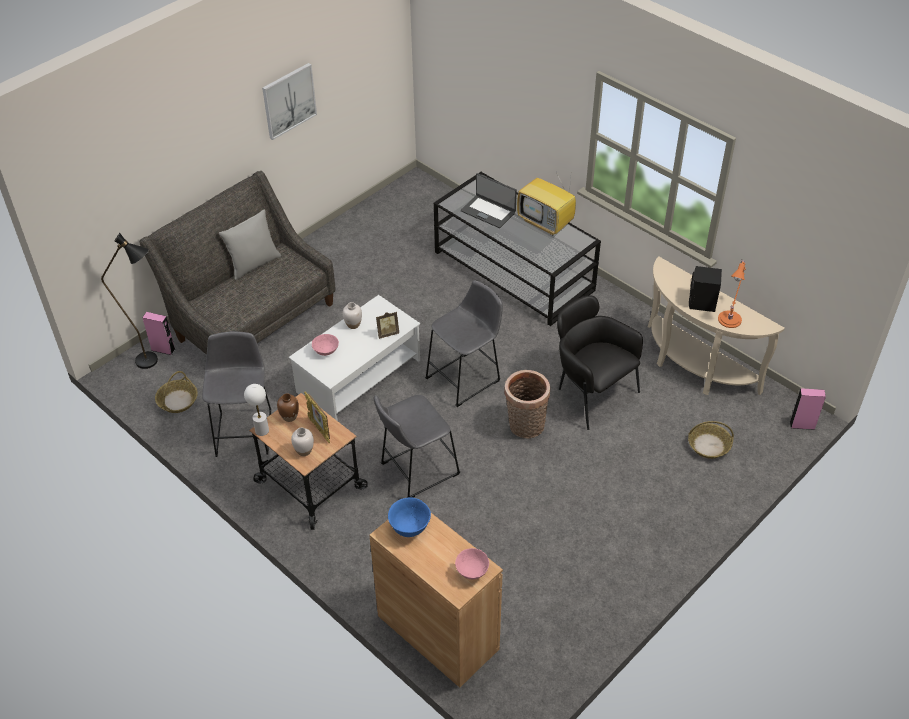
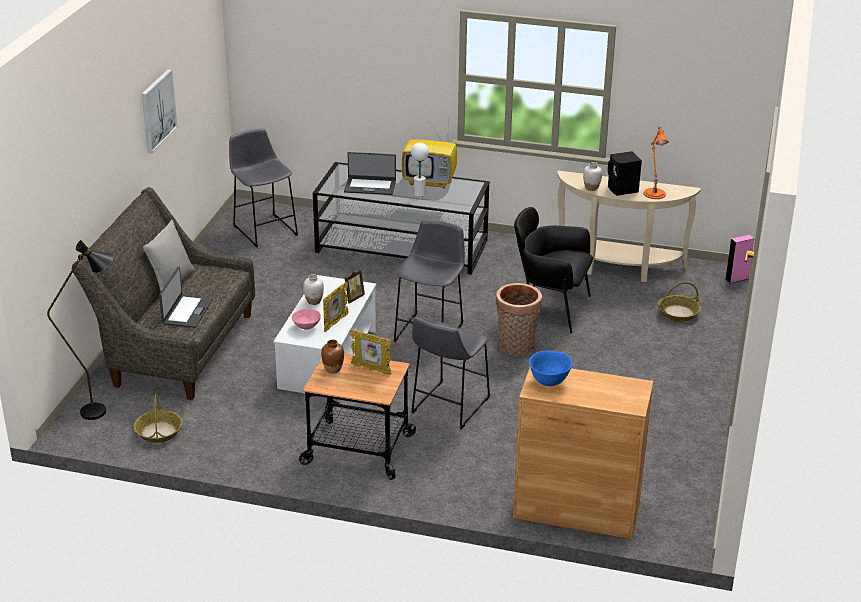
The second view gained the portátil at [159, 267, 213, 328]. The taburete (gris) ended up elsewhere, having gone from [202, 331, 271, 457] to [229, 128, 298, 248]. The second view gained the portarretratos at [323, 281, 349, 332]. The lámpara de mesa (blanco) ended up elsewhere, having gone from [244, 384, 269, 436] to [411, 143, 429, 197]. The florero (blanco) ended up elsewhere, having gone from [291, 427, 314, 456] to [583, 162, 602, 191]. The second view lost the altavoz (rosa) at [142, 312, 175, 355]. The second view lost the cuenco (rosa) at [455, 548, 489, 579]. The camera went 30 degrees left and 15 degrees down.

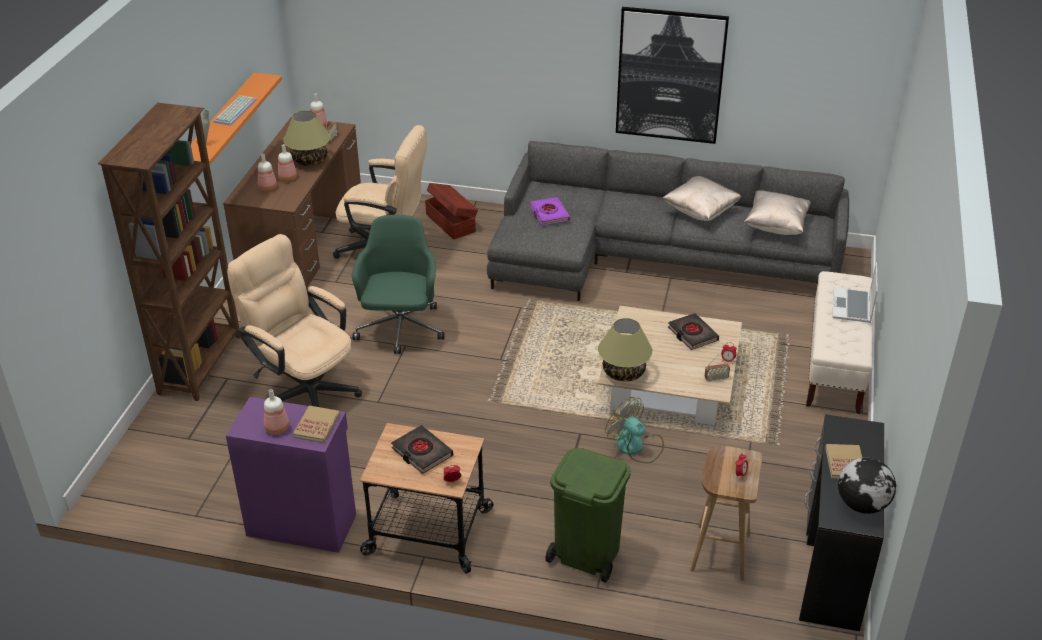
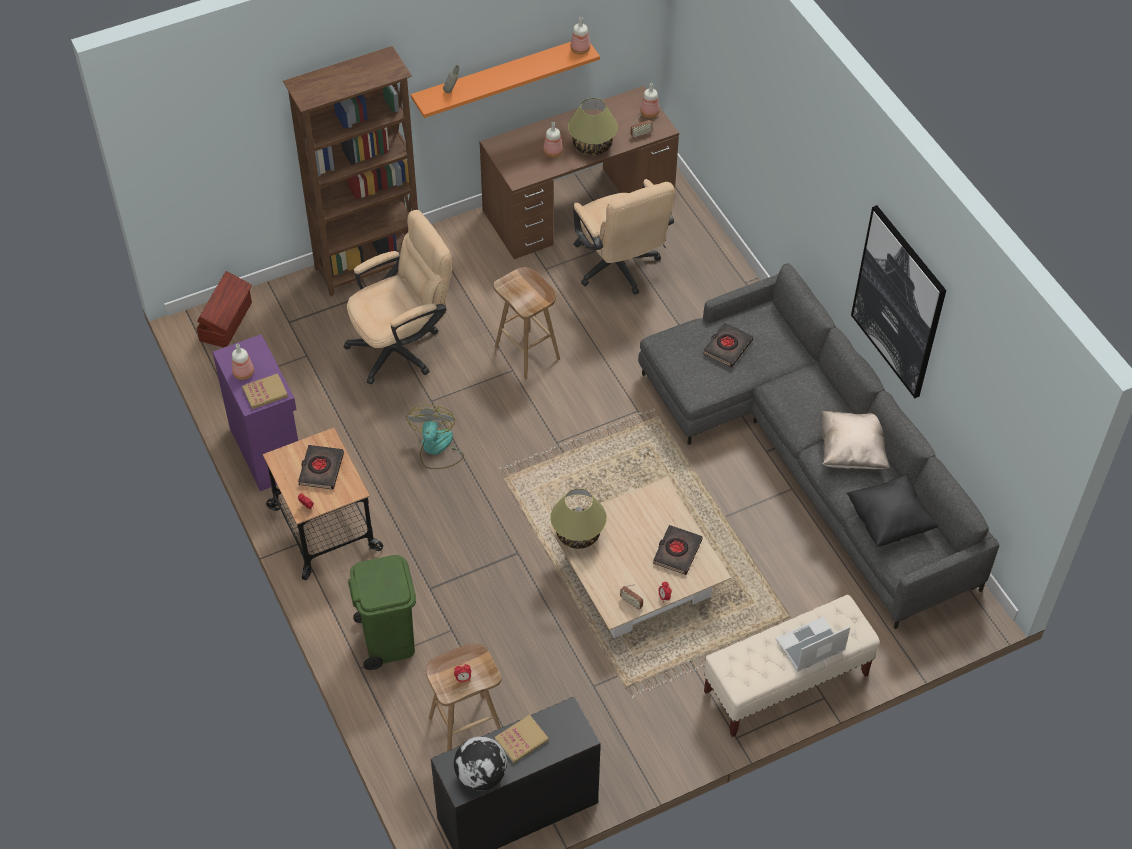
The caja de almacenaje (marrón) ended up elsewhere, having gone from [425, 183, 478, 240] to [197, 271, 252, 347]. The silla de oficina (beis) at [227, 234, 362, 407] ended up facing another way, 60 degrees clockwise from before. The ventilador ended up elsewhere, having gone from [605, 397, 664, 463] to [406, 405, 464, 469]. Where the silla de oficina (verde) stood at [352, 215, 444, 354], the taburete (marrón) came to stand at [493, 267, 560, 379]. The botella ended up elsewhere, having gone from [258, 154, 277, 191] to [570, 17, 590, 54]. What was the libro (morado) at [530, 197, 570, 226] turned into the libro (negro) at [703, 322, 753, 367]. What was the cojín (beis) at [744, 190, 811, 235] turned into the cojín (negro) at [846, 474, 938, 546]. The second view lost the teclado at [213, 95, 257, 126]. The camera went 50 degrees right and 15 degrees up.

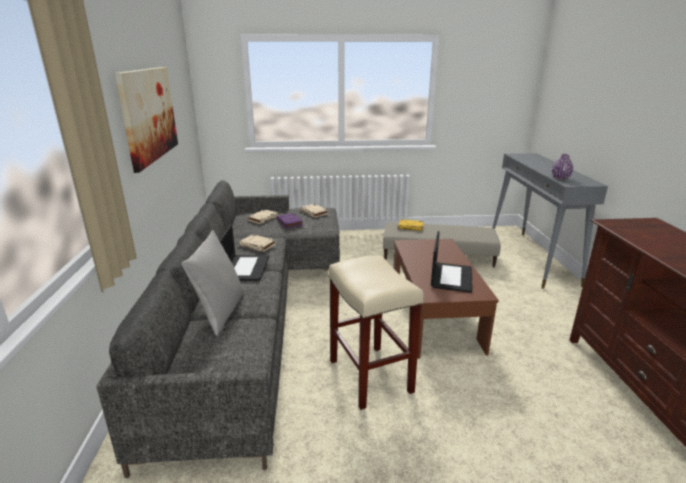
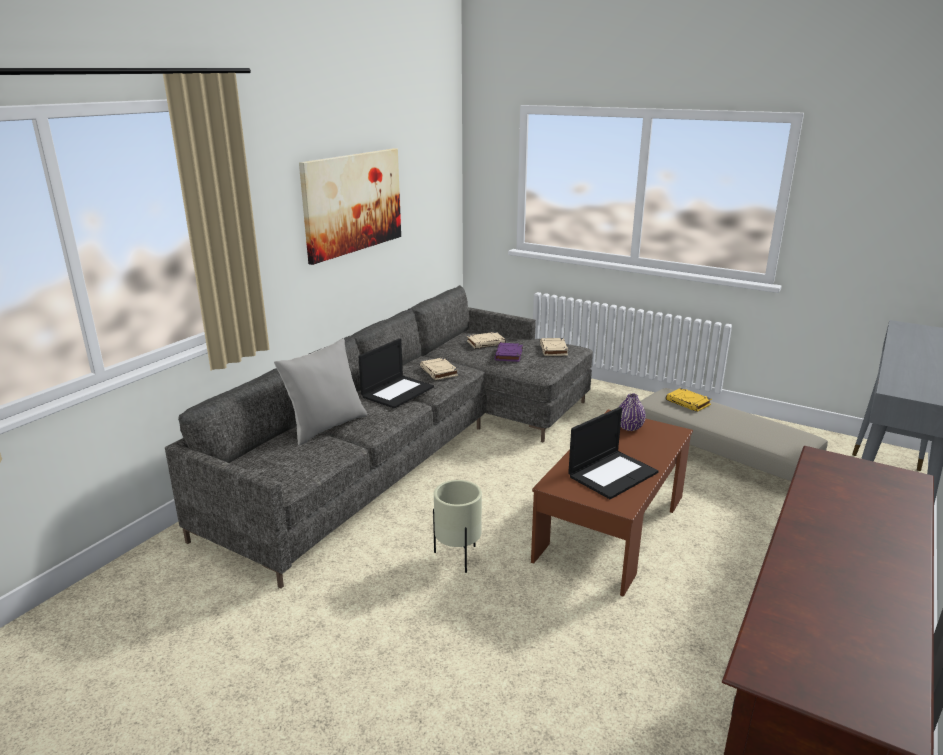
Where the taburete (beis) stood at [328, 255, 423, 410], the maceta (beis) came to stand at [433, 480, 482, 573]. The florero (morado) ended up elsewhere, having gone from [552, 154, 573, 180] to [619, 393, 646, 431]. The camera went 35 degrees right and 0 degrees up.

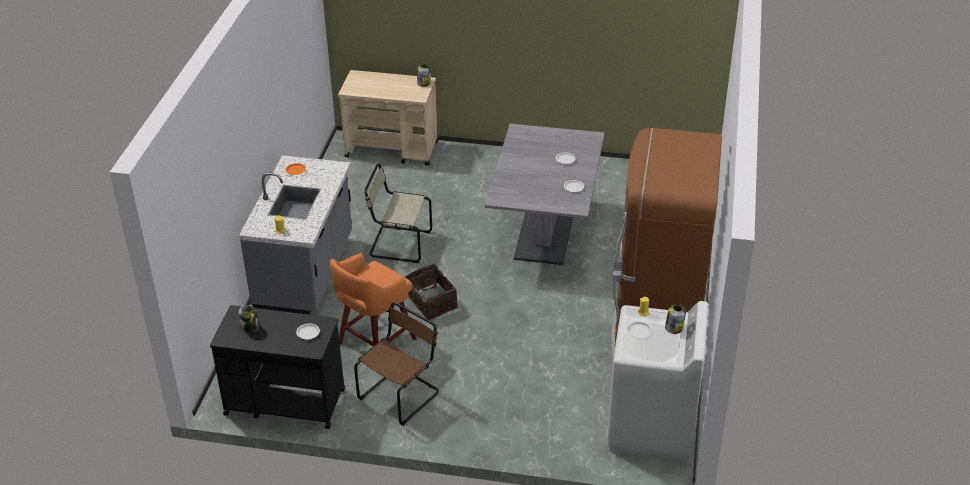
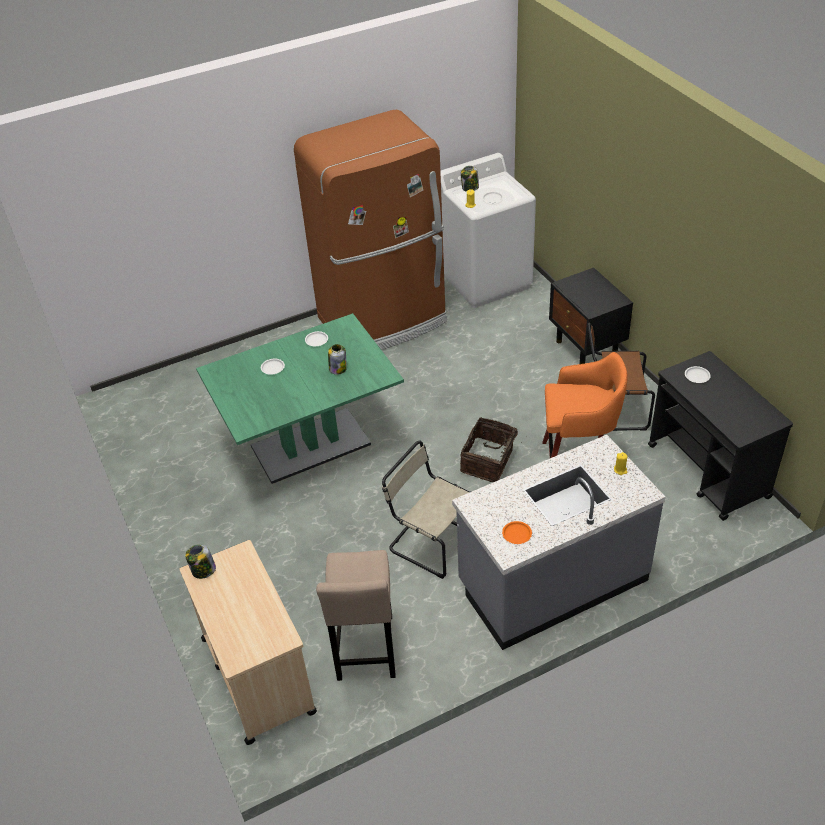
What was the mesa de comedor (gris) at [485, 124, 604, 265] turned into the mesa de comedor (verde) at [196, 313, 404, 484]. The second view gained the taburete (beis) at [316, 550, 396, 681]. The tarro ended up elsewhere, having gone from [238, 305, 259, 333] to [328, 344, 347, 375]. The silla (beis) at [364, 164, 432, 263] ended up facing another way, 150 degrees clockwise from before. The second view gained the mesita de noche (negro) at [549, 267, 633, 364]. The camera went 125 degrees left and 5 degrees up.

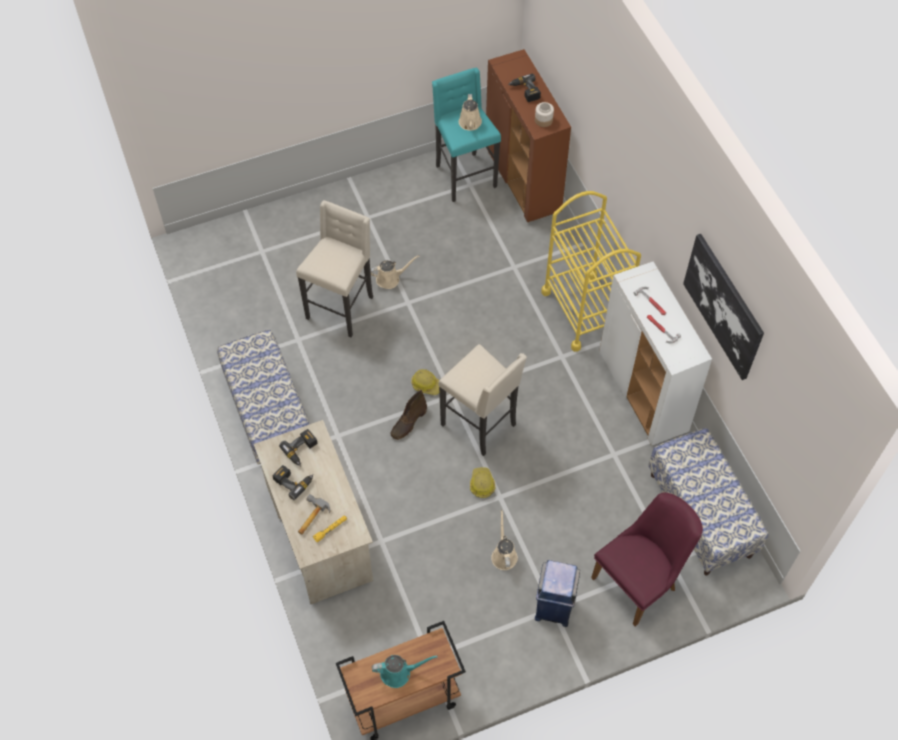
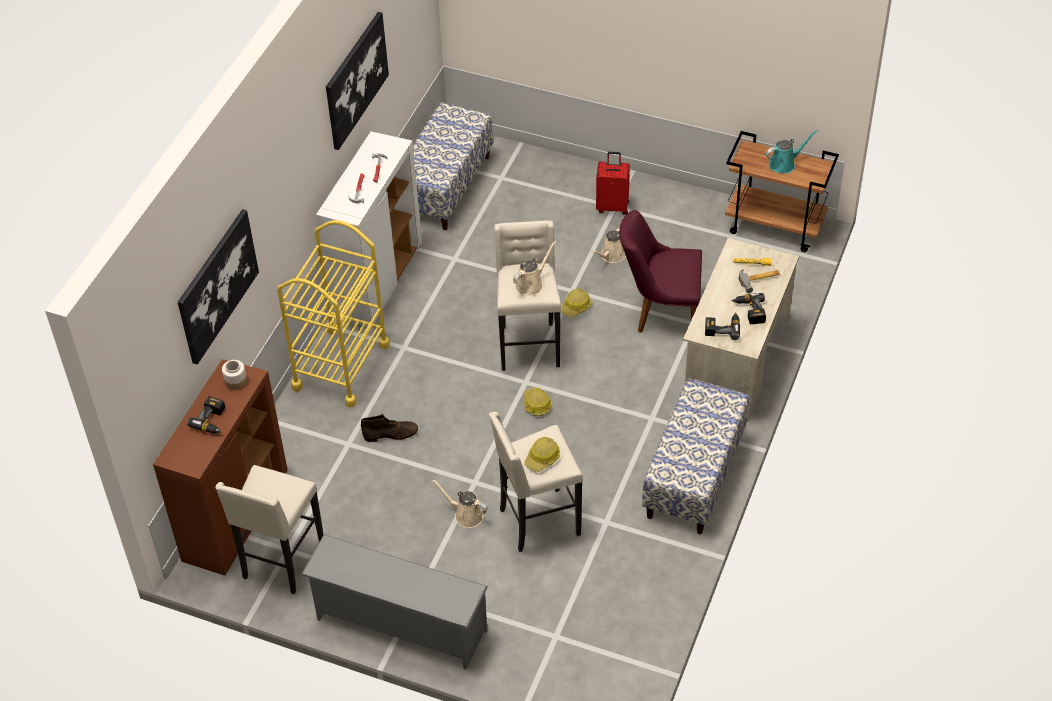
The second view gained the cuadro at [178, 209, 259, 365]. What was the taburete (turquesa) at [432, 68, 501, 202] turned into the taburete (beis) at [215, 465, 324, 595]. The second view gained the zapatero (gris) at [301, 534, 488, 669]. The bota (marrón) ended up elsewhere, having gone from [390, 390, 427, 440] to [361, 414, 418, 442]. The regadera (beis) ended up elsewhere, having gone from [459, 94, 482, 131] to [513, 241, 557, 296]. The second view gained the casco at [525, 437, 560, 472]. Where the papelera (azul) stood at [535, 560, 580, 627], the maleta (rojo) came to stand at [596, 152, 630, 215]. The silla (morado) ended up elsewhere, having gone from [591, 492, 703, 626] to [619, 210, 702, 333]. The regadera (turquesa) at [372, 655, 437, 688] ended up facing another way, 120 degrees clockwise from before. The camera went 135 degrees left and 10 degrees down.

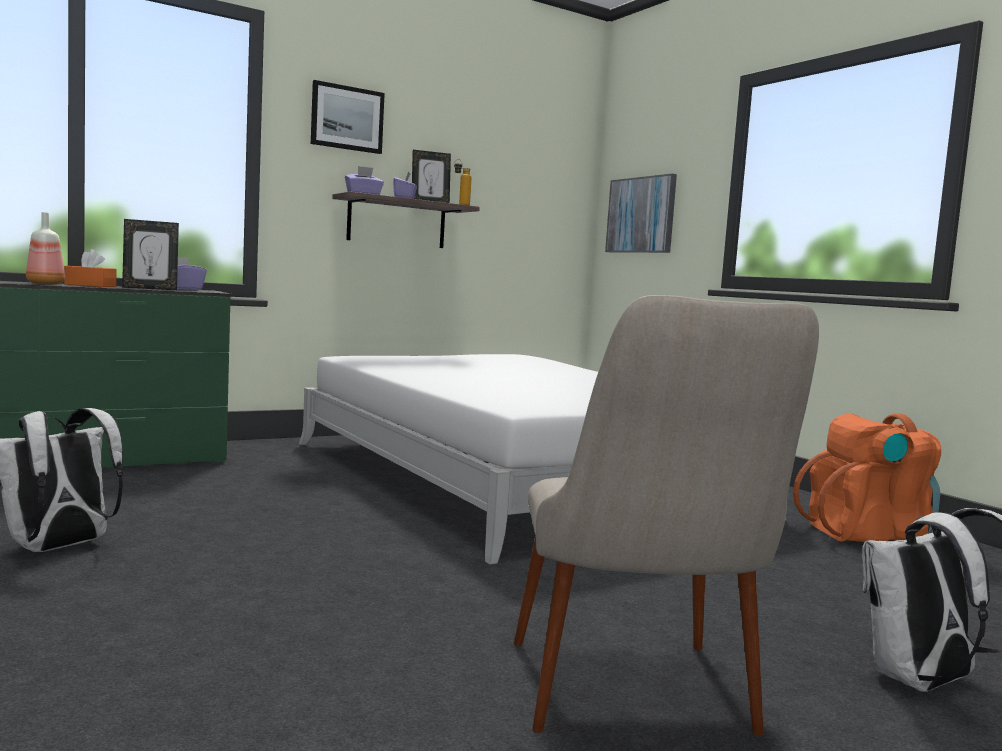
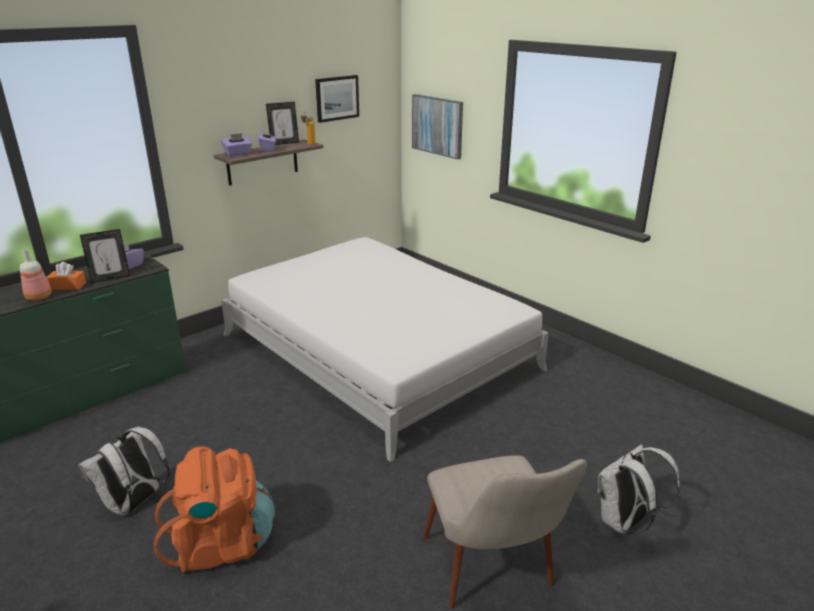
The mochila (naranja) ended up elsewhere, having gone from [793, 413, 941, 542] to [154, 446, 275, 572]. The cuadro ended up elsewhere, having gone from [311, 80, 385, 154] to [315, 75, 359, 123]. The camera went 10 degrees left and 20 degrees up.

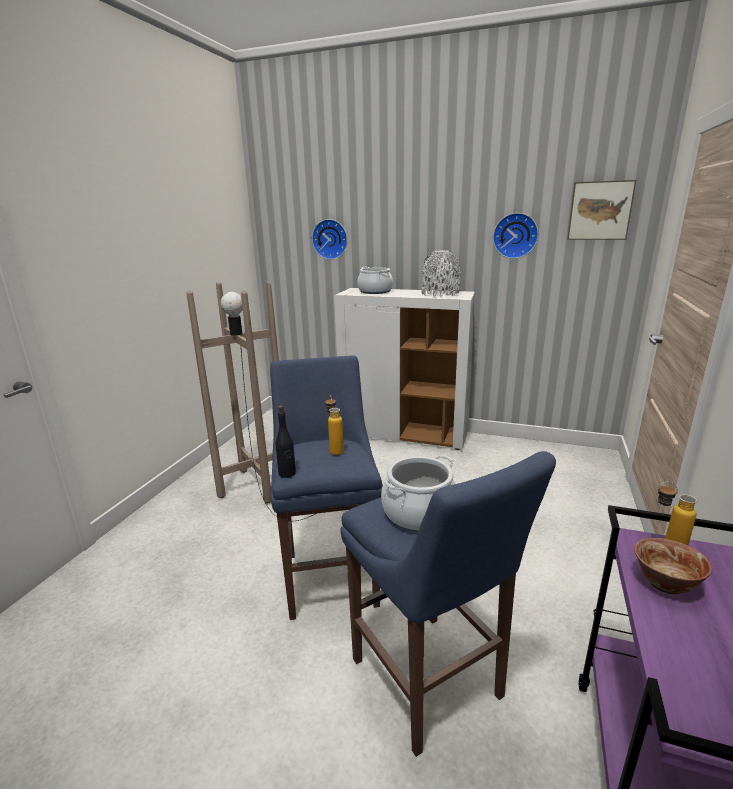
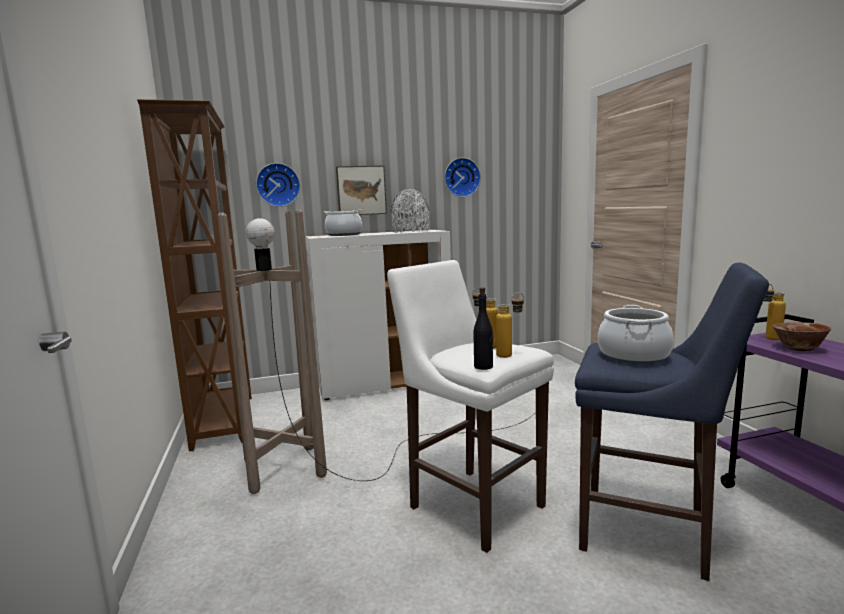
The second view gained the estantería (marrón) at [137, 99, 252, 451]. The cuadro ended up elsewhere, having gone from [567, 180, 636, 240] to [336, 165, 387, 215]. What was the taburete (azul) at [270, 355, 383, 620] turned into the taburete (blanco) at [387, 260, 554, 553]. The second view gained the botella at [496, 293, 524, 358]. The camera went 35 degrees left and 10 degrees down.

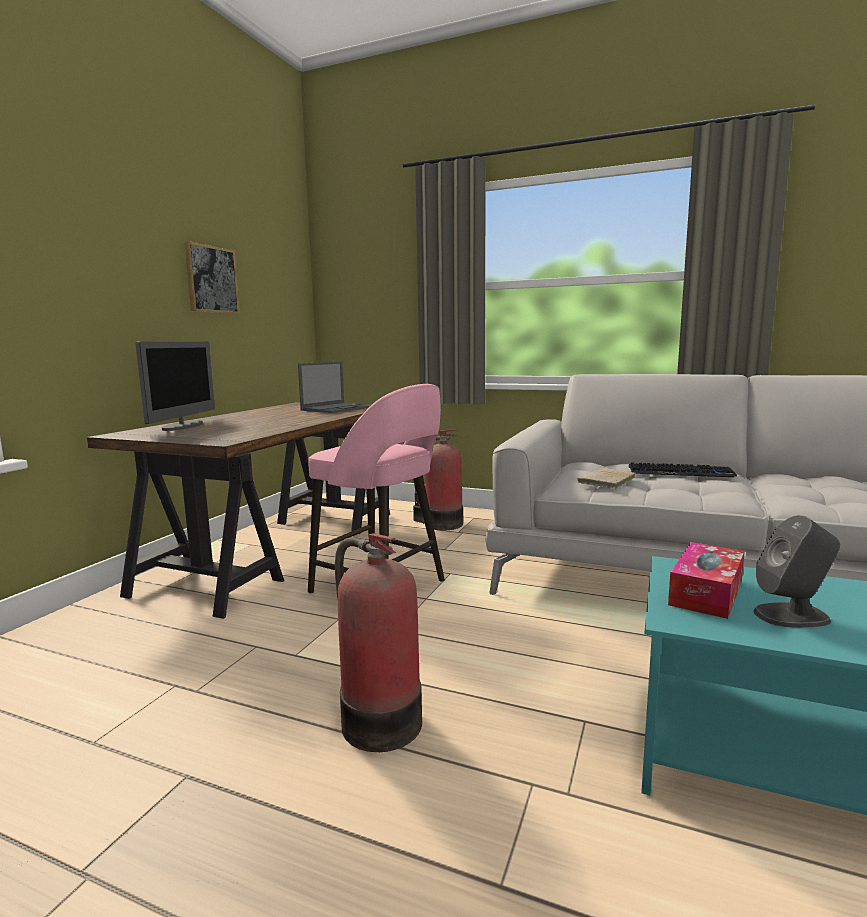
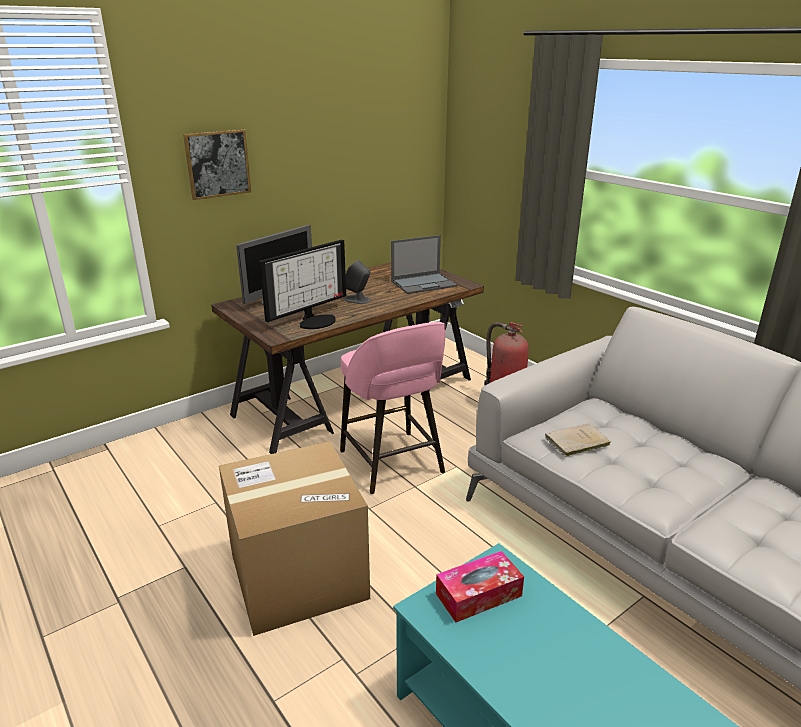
The cuadro ended up elsewhere, having gone from [184, 241, 240, 314] to [183, 129, 251, 200]. Where the extintor stood at [335, 533, 422, 752], the caja de cartón came to stand at [219, 441, 370, 636]. The second view gained the monitor at [259, 240, 346, 329]. The altavoz (gris) ended up elsewhere, having gone from [753, 515, 840, 628] to [344, 260, 371, 304]. The second view lost the teclado at [629, 462, 737, 477]. The camera went 30 degrees right and 15 degrees up.

